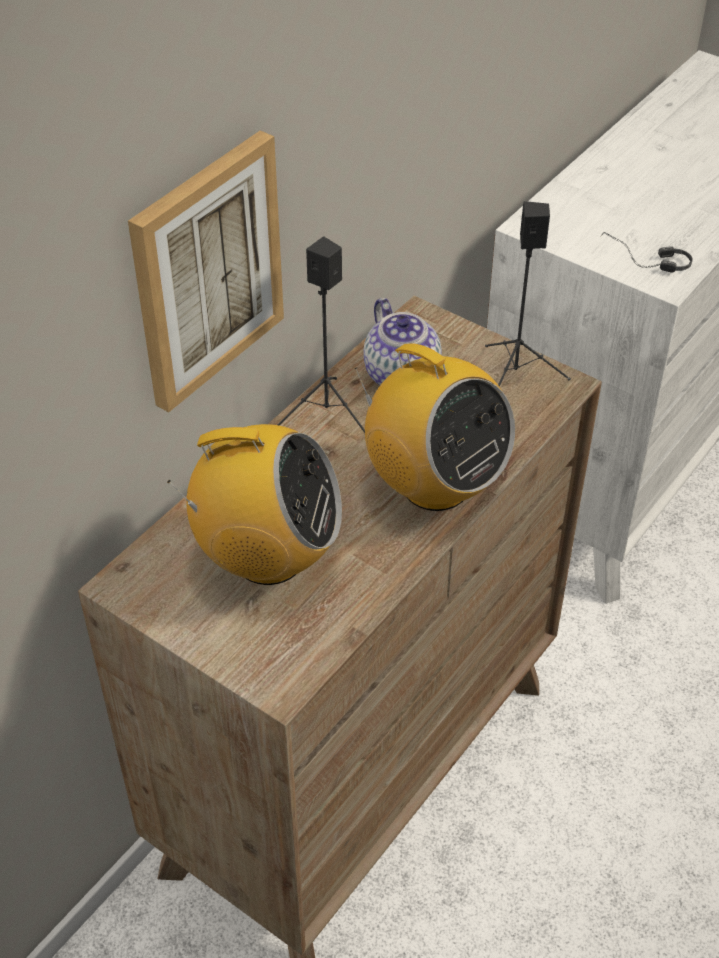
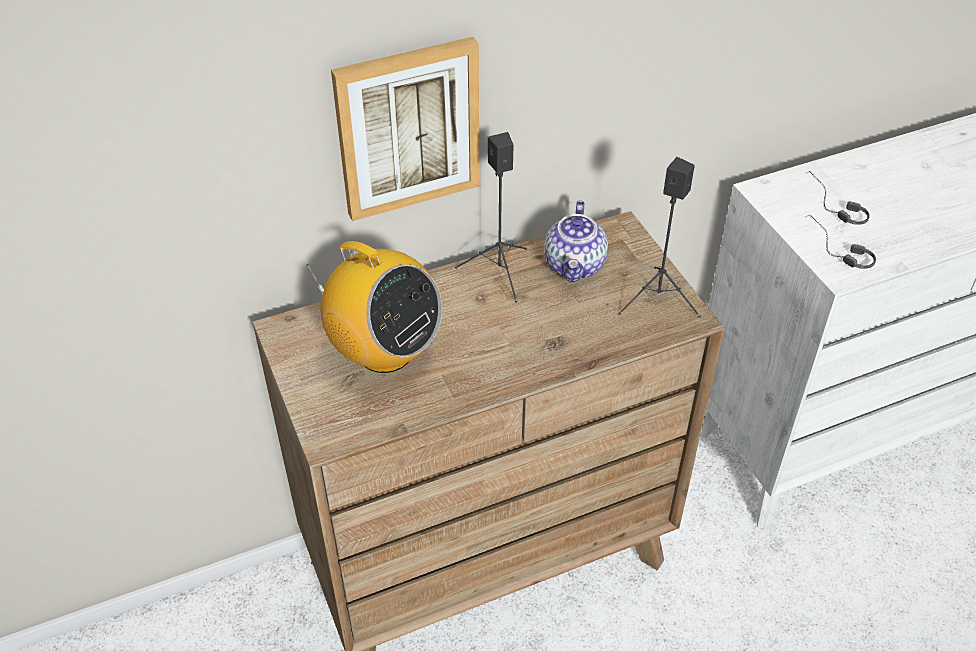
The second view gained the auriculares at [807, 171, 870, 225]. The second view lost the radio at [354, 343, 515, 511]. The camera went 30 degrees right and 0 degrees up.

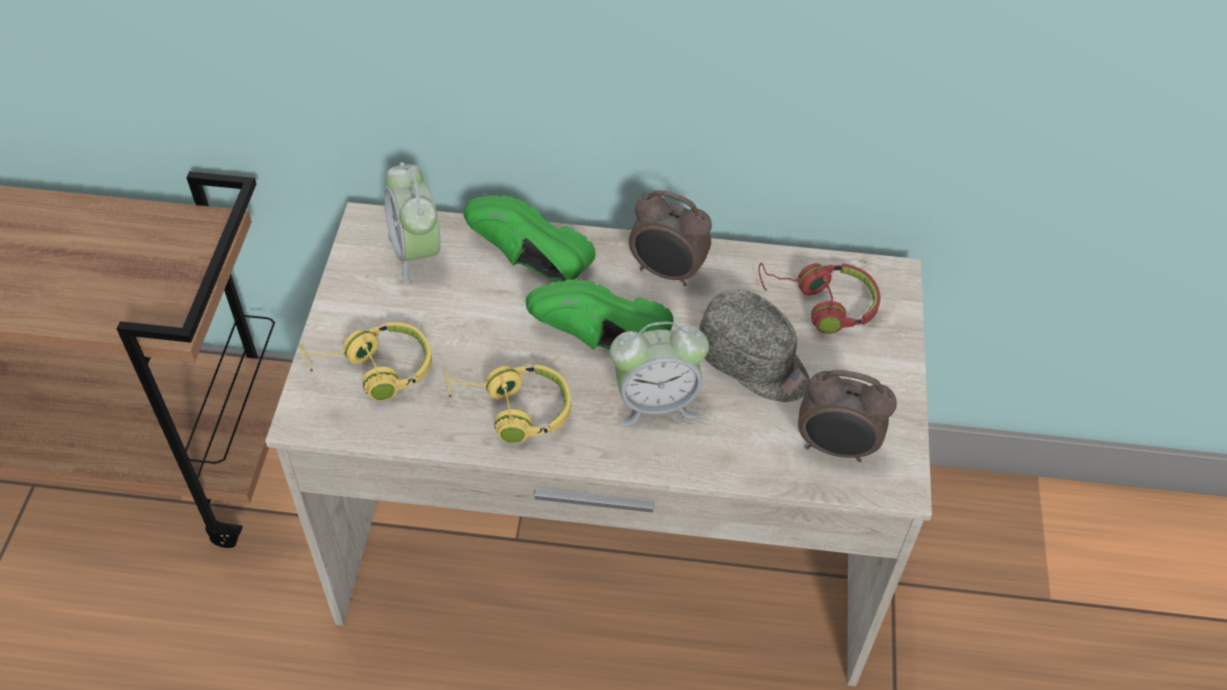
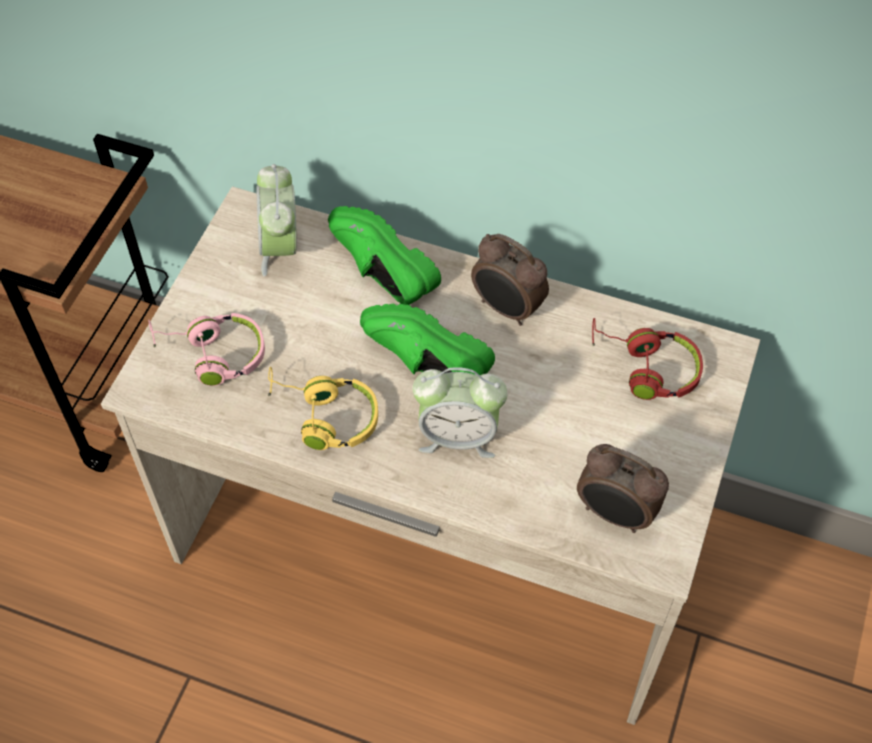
What was the auriculares (amarillo) at [300, 322, 432, 401] turned into the auriculares (rosa) at [148, 313, 265, 386]. The second view lost the gorra (gris) at [699, 290, 810, 402]. The camera went 15 degrees right and 5 degrees up.

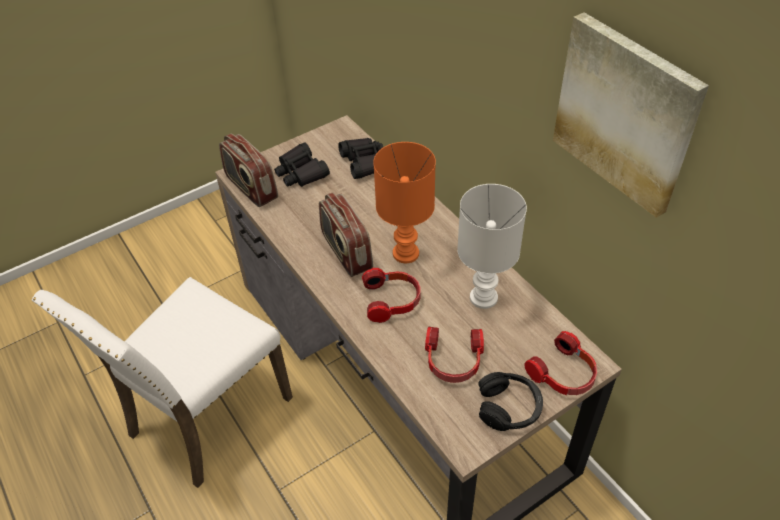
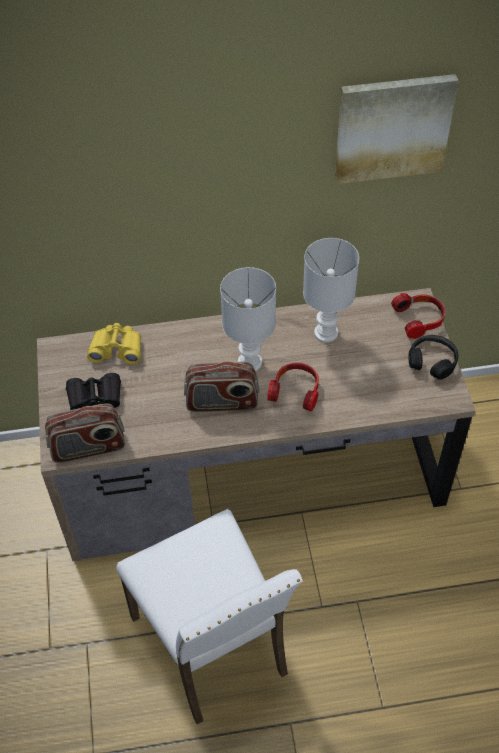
What was the prismáticos (negro) at [338, 138, 383, 179] turned into the prismáticos (amarillo) at [87, 323, 141, 365]. What was the lámpara de mesa (naranja) at [373, 142, 436, 263] turned into the lámpara de mesa (blanco) at [220, 267, 276, 371]. The second view lost the auriculares at [425, 327, 484, 383]. The camera went 65 degrees left and 5 degrees up.

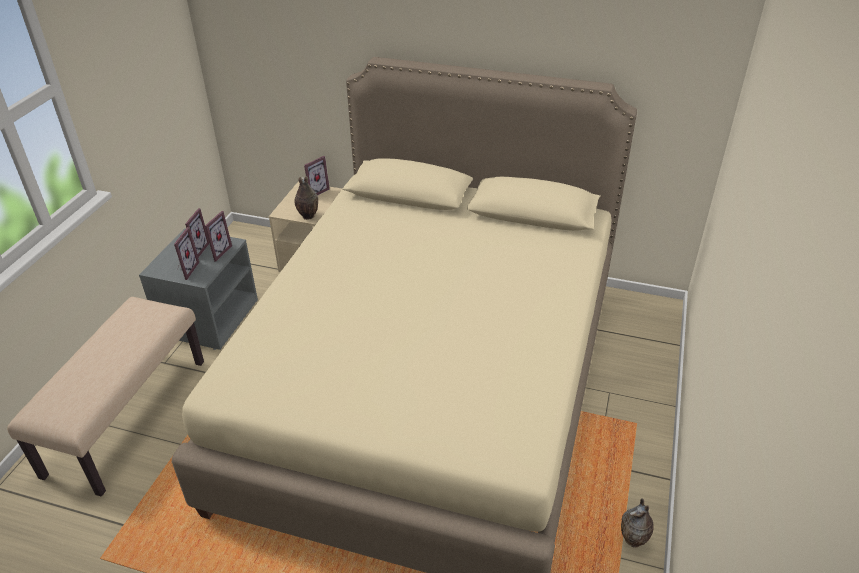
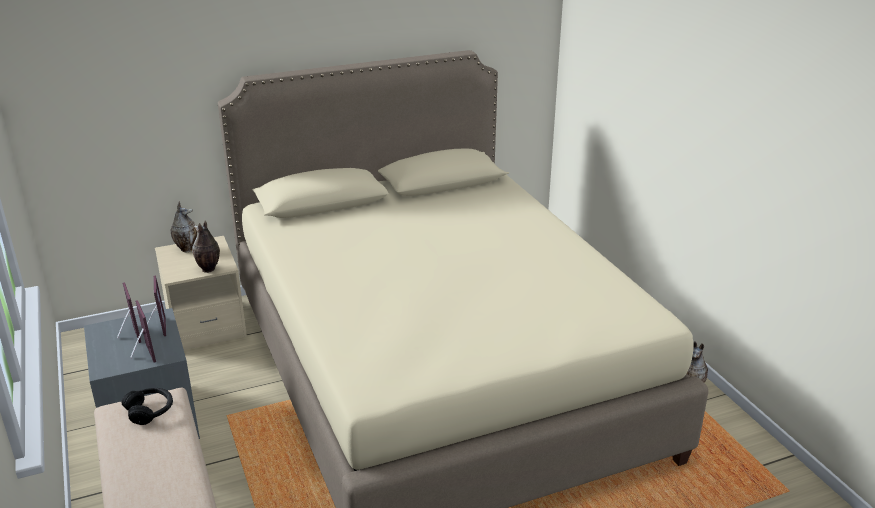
The second view gained the auriculares (negro) at [122, 388, 173, 425]. Where the portarretratos stood at [304, 156, 330, 196], the florero came to stand at [171, 202, 197, 252]. The camera went 40 degrees left and 10 degrees down.

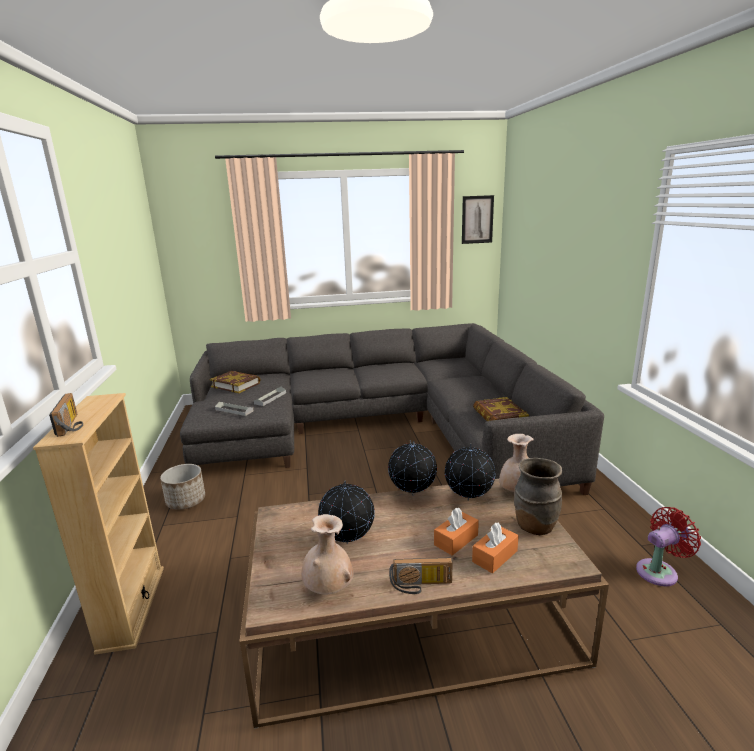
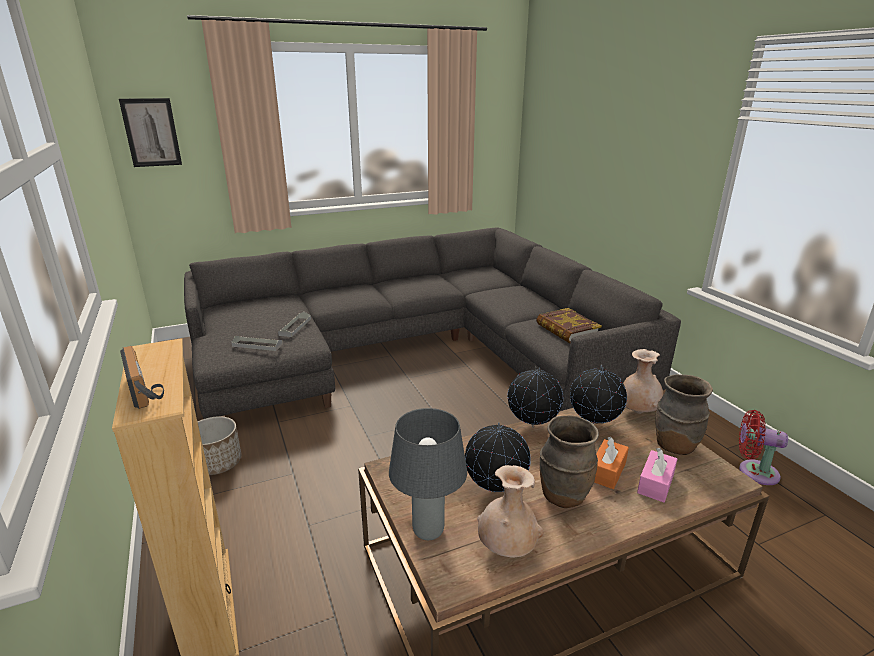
The cuadro ended up elsewhere, having gone from [462, 195, 494, 244] to [119, 98, 182, 167]. The second view gained the lámpara de mesa (gris) at [389, 408, 467, 540]. The second view gained the florero (marrón) at [540, 416, 599, 508]. What was the caja de pañuelos (naranja) at [472, 522, 519, 573] turned into the caja de pañuelos (rosa) at [637, 448, 677, 503]. The ventilador (rojo) at [636, 507, 701, 586] ended up facing another way, 120 degrees counterclockwise from before. The second view lost the libro at [210, 371, 260, 393]. The second view lost the radio at [389, 558, 453, 594]. The camera went 15 degrees left and 5 degrees up.

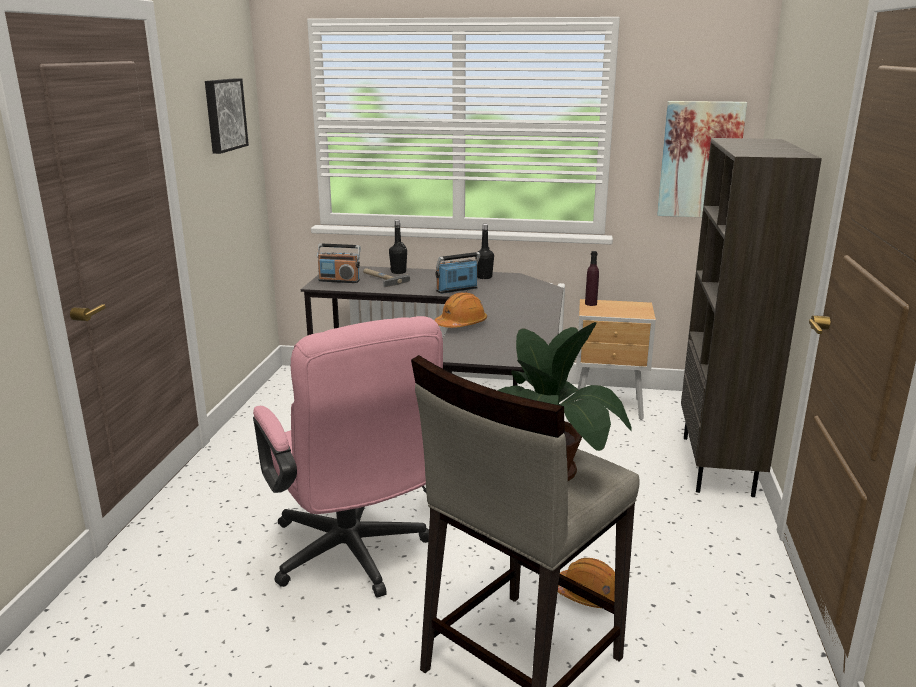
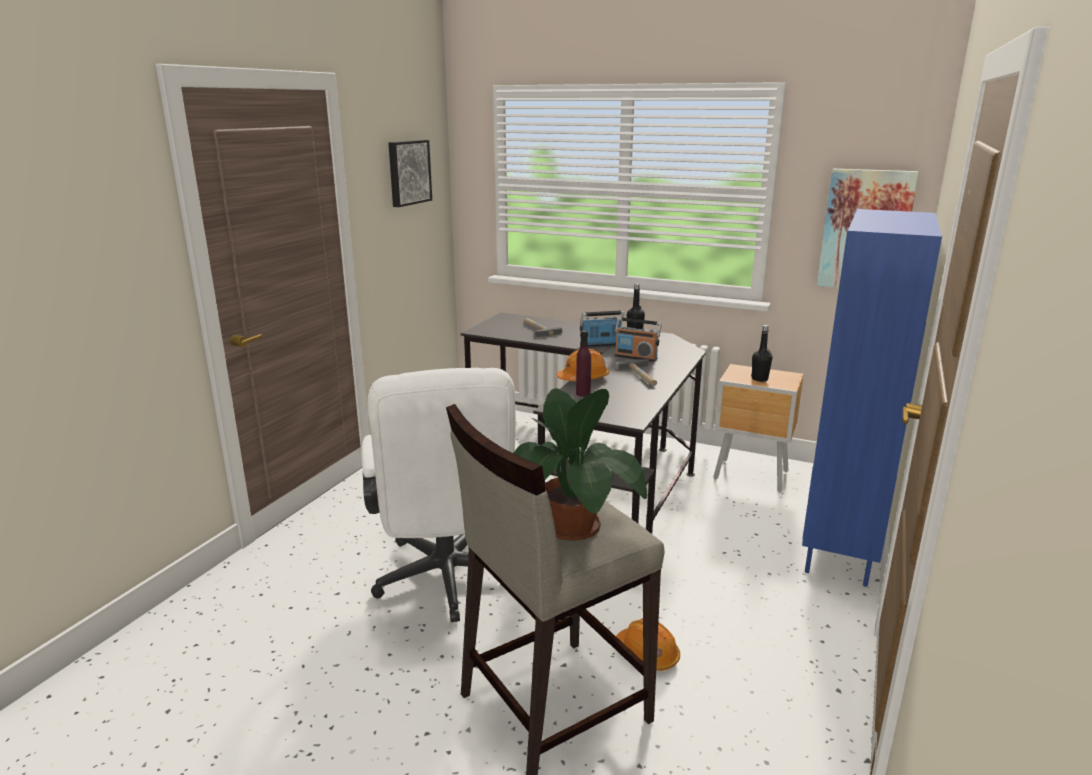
What was the silla de oficina (rosa) at [253, 316, 443, 598] turned into the silla de oficina (blanco) at [361, 368, 519, 622]. The botella (morado) ended up elsewhere, having gone from [585, 251, 599, 306] to [576, 330, 591, 397]. The radio ended up elsewhere, having gone from [317, 243, 361, 283] to [615, 317, 662, 362]. The second view gained the martillo at [615, 359, 657, 386]. The botella (negro) ended up elsewhere, having gone from [389, 220, 407, 274] to [751, 325, 772, 382]. What was the estantería (marrón) at [681, 138, 822, 497] turned into the estantería (azul) at [802, 209, 942, 587]. The camera went 15 degrees right and 0 degrees up.

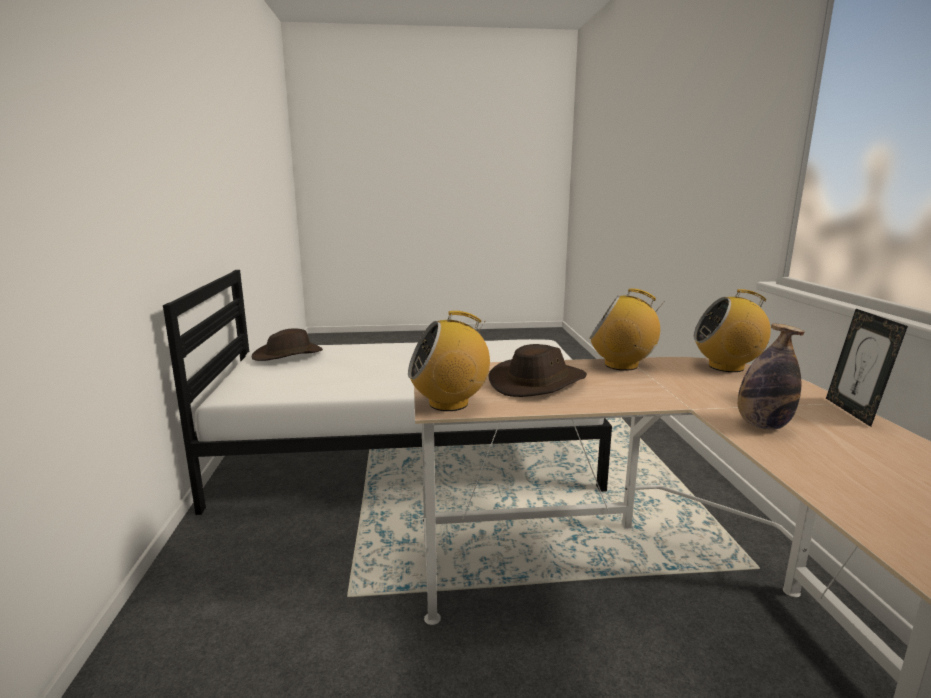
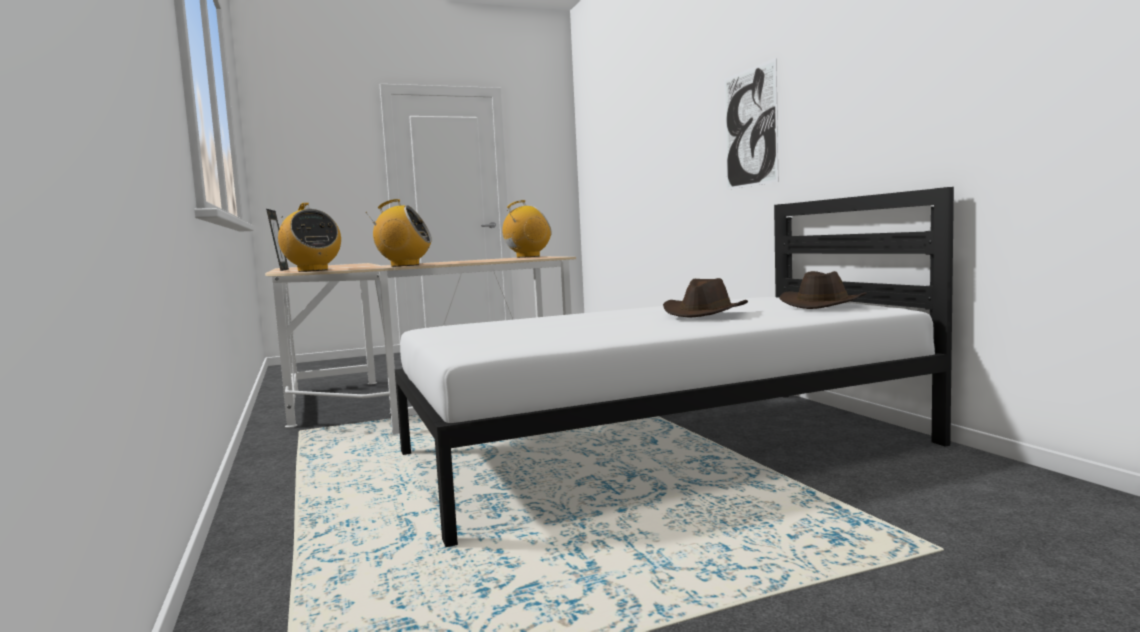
The radio at [694, 289, 771, 372] ended up facing another way, 60 degrees clockwise from before. The sombrero (marrón) ended up elsewhere, having gone from [488, 344, 587, 397] to [663, 278, 748, 318]. The second view gained the cuadro at [724, 58, 778, 190]. The second view lost the botella at [738, 323, 805, 430]. The camera went 165 degrees right and 10 degrees down.

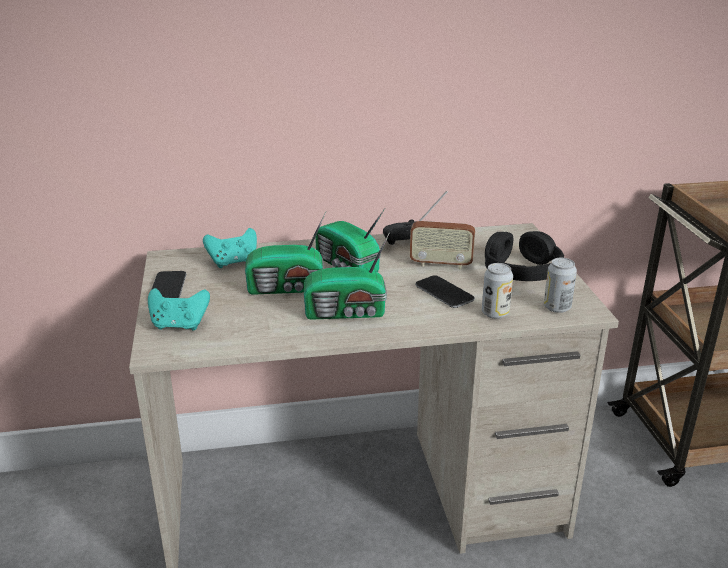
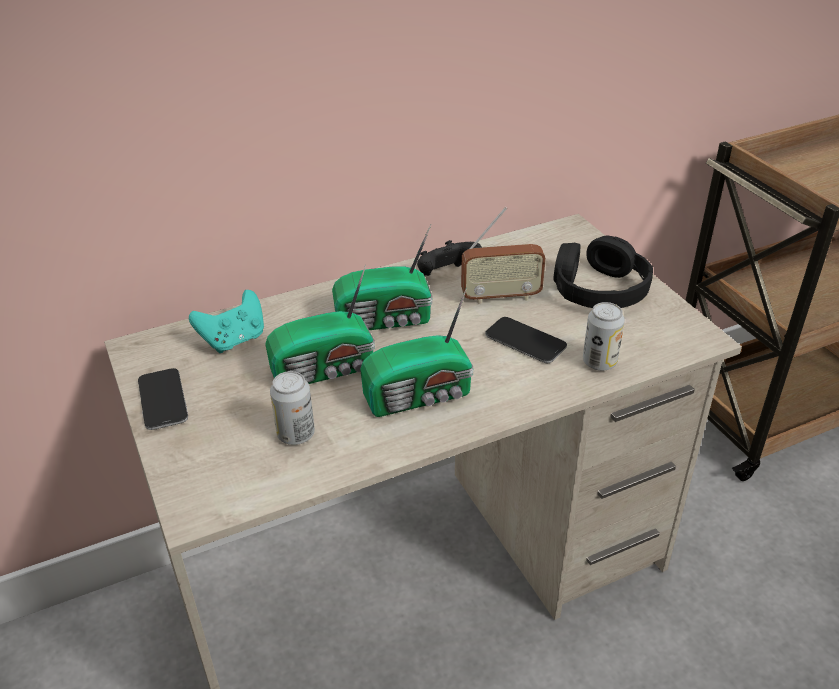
The lata ended up elsewhere, having gone from [544, 258, 577, 313] to [270, 371, 315, 445]. The radio at [315, 209, 385, 272] ended up facing another way, 45 degrees counterclockwise from before. The second view lost the mando de consola (turquesa) at [148, 288, 210, 331]. The camera went 15 degrees left and 10 degrees up.

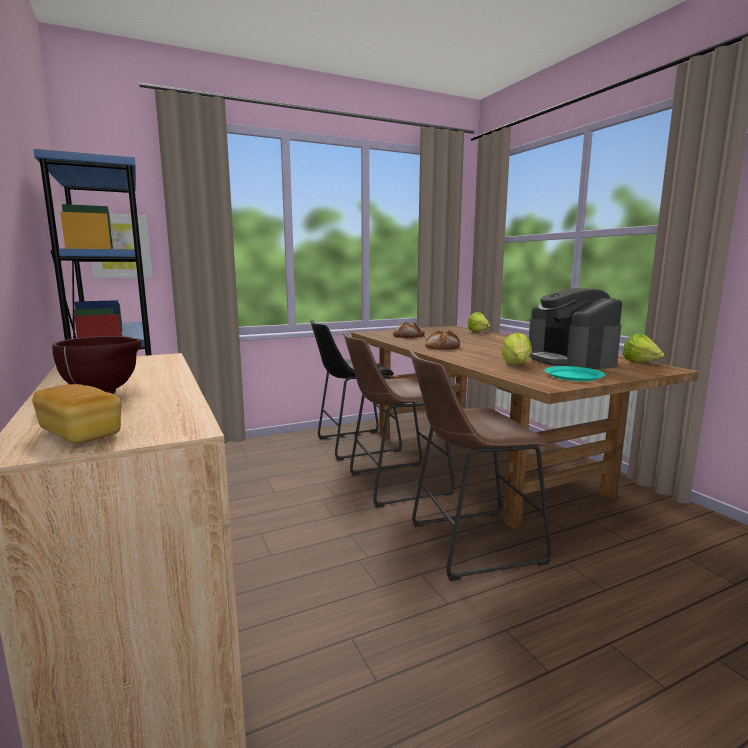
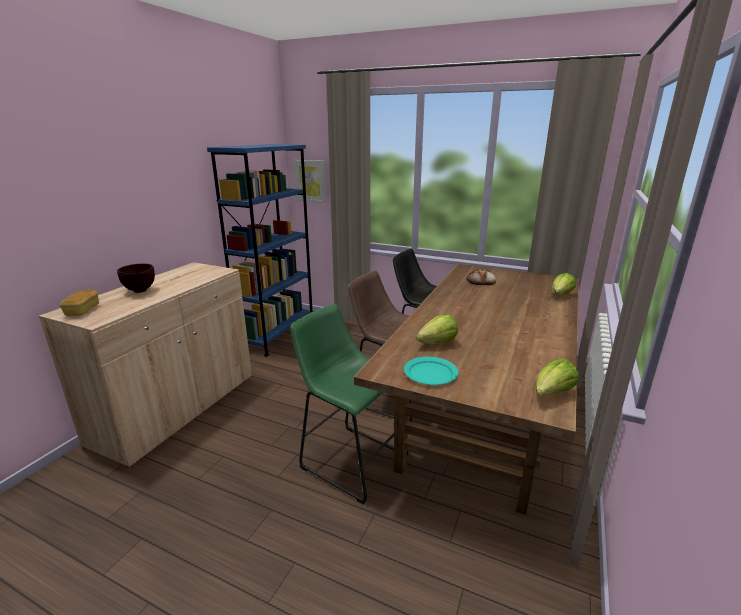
What was the taburete (marrón) at [409, 349, 551, 581] turned into the taburete (verde) at [290, 304, 409, 505]. The second view lost the pan at [425, 331, 460, 350]. The second view lost the cafetera at [529, 288, 622, 369]. The camera went 50 degrees right and 10 degrees up.

